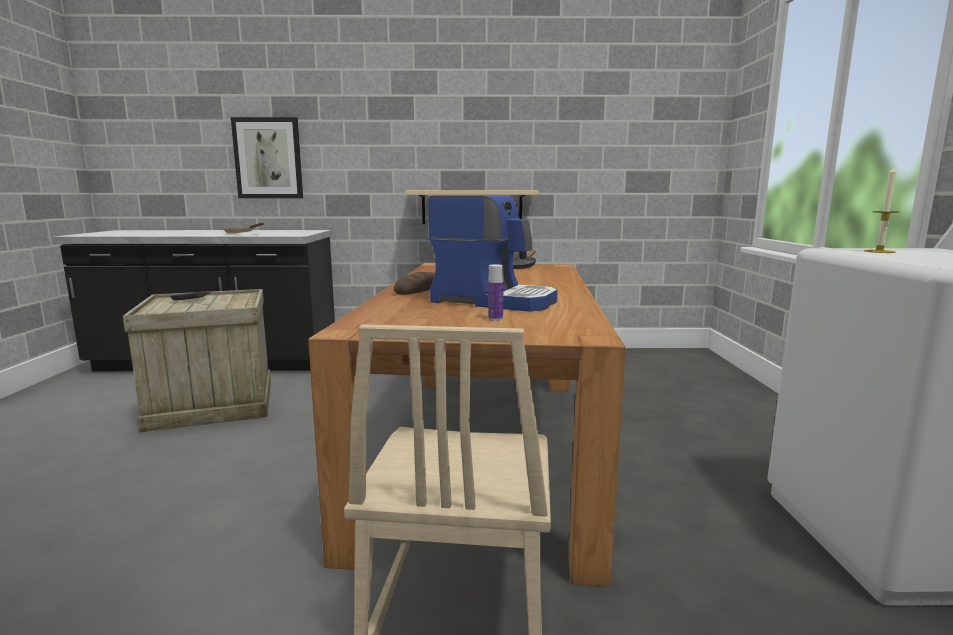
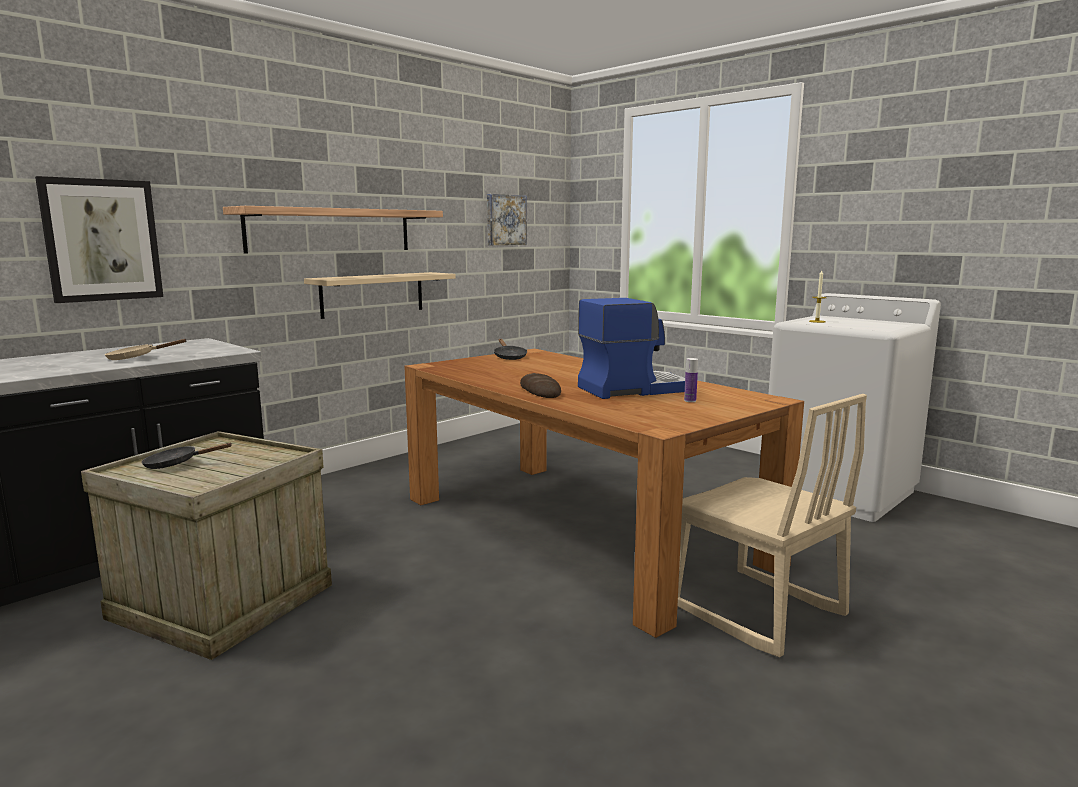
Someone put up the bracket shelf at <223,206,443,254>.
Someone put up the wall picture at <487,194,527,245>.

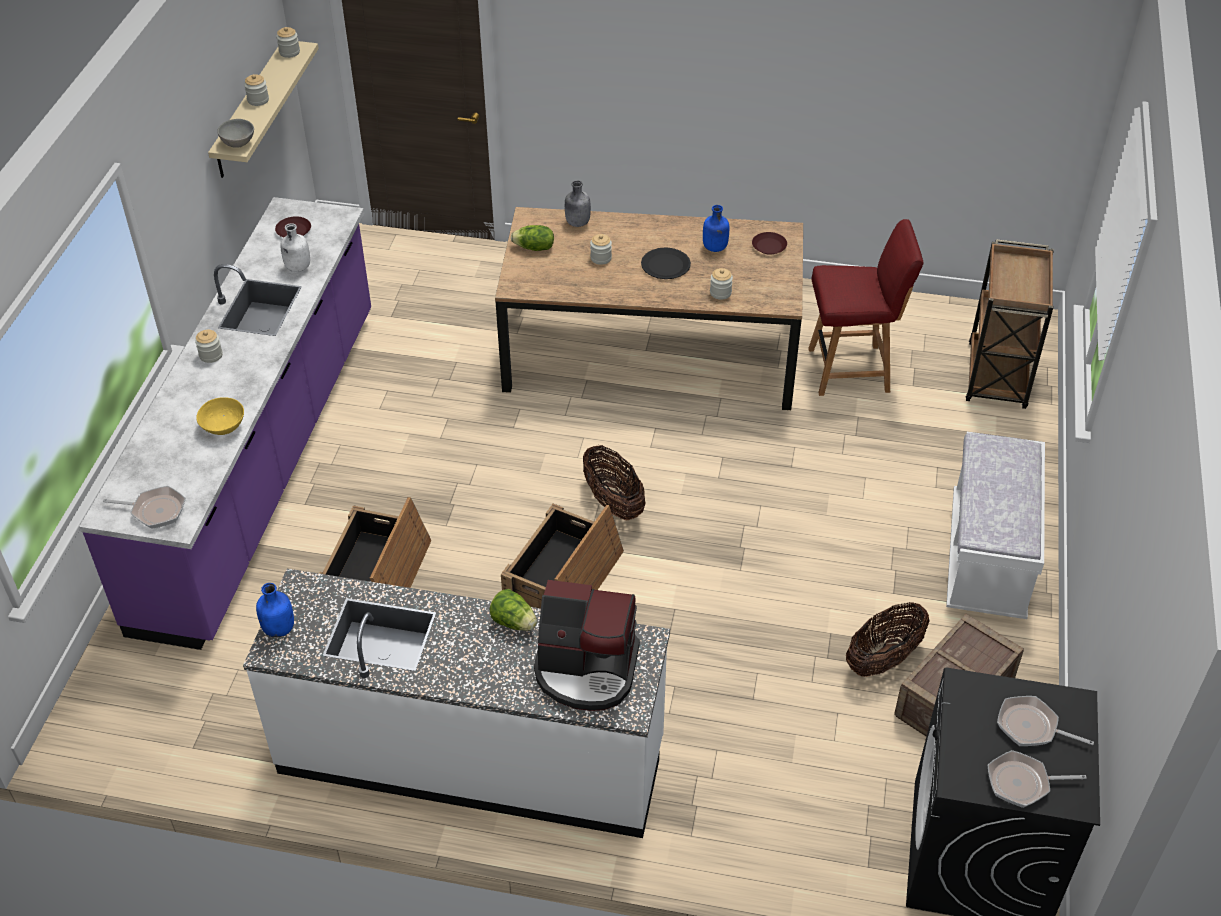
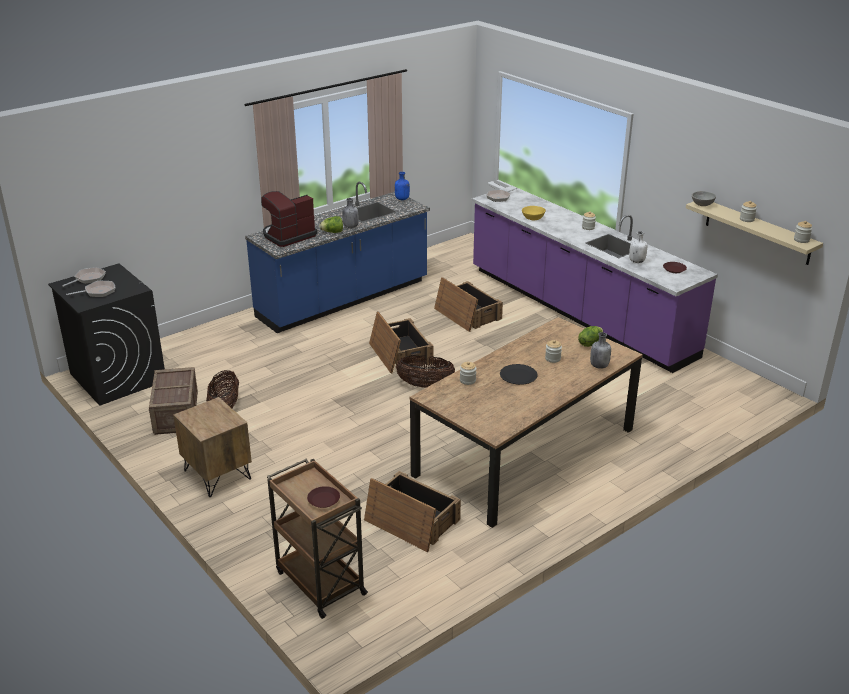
Someone swapped the long seat/whitish at <946,432,1045,619> for the night table/brownish at <173,397,252,497>.
Someone repainted the kitchen base unit/whitish at <243,569,670,838>, which became the kitchen base unit/blue-coloured at <245,182,430,333>.
Someone carried the dinner plate/brownish from <752,232,787,255> to <307,486,340,508>.
Someone put down the bottle/gray at <342,198,359,228>.
Someone swapped the chair/red-coloured at <808,219,923,396> for the shipping crate at <364,471,461,552>.
Someone took away the bottle/blue-coloured at <703,205,729,252>.

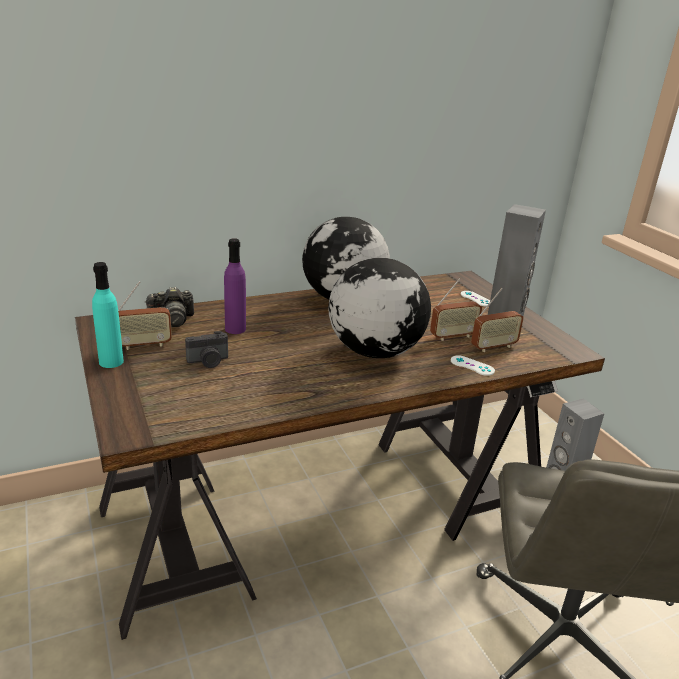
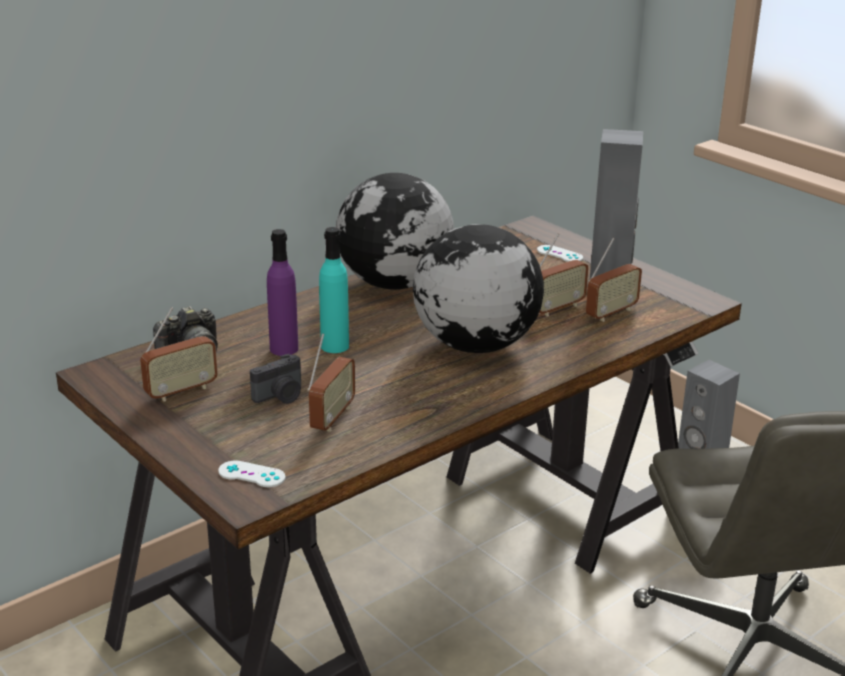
Someone carried the gamepad/whitish from <451,355,495,376> to <218,460,285,487>.
Someone put down the radio at <307,334,355,432>.
Someone carried the bottle/turquoise-coloured from <92,262,124,368> to <319,227,349,353>.

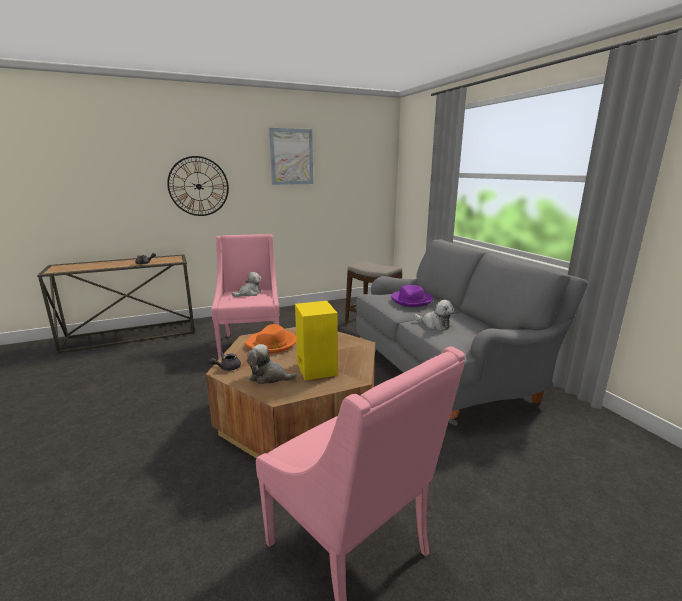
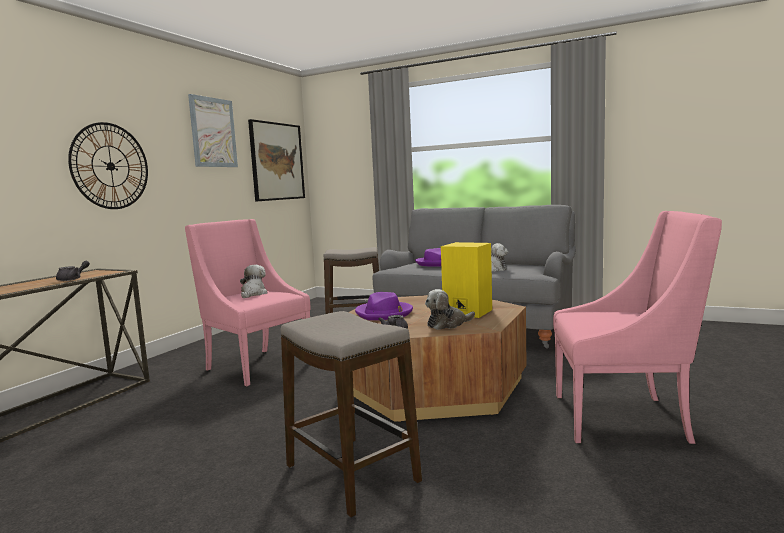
Someone put up the wall picture at <248,119,305,201>.
Someone put down the sitting stool at <281,311,422,517>.
Someone repainted the wearable hat/orange-coloured at <244,324,296,354>, which became the wearable hat/purple-coloured at <355,292,413,320>.

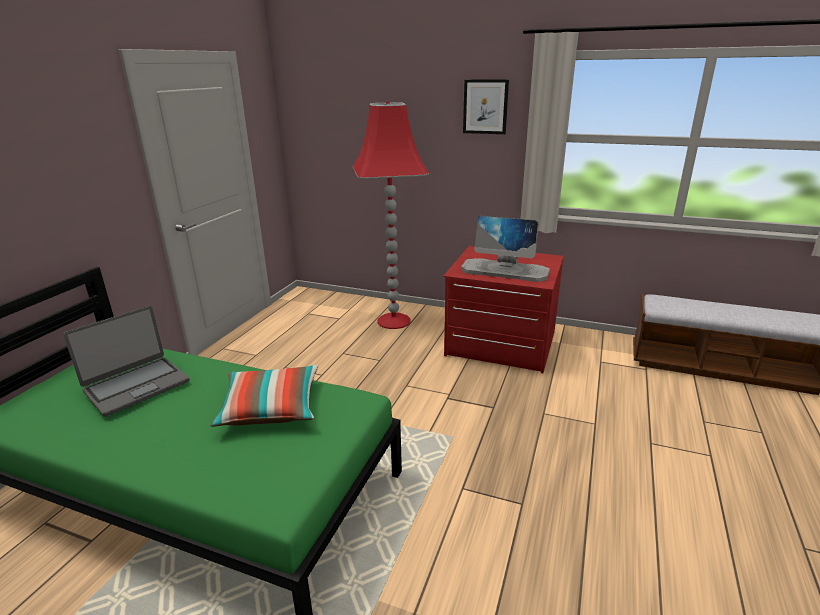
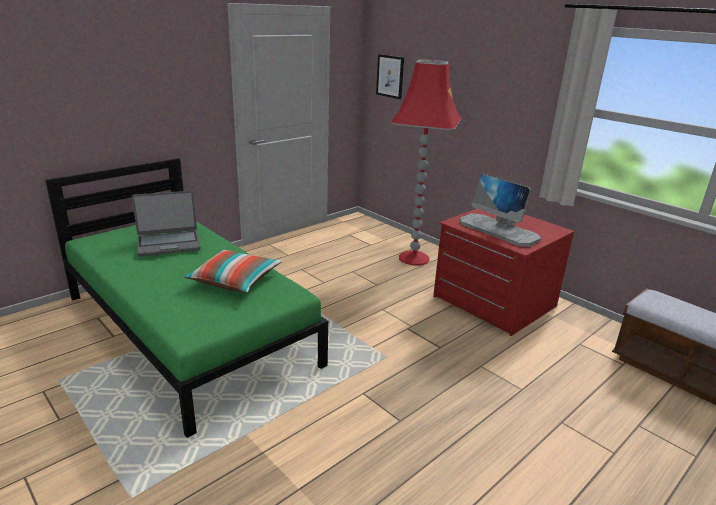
Someone carried the wall picture from <463,79,509,134> to <376,54,404,99>.

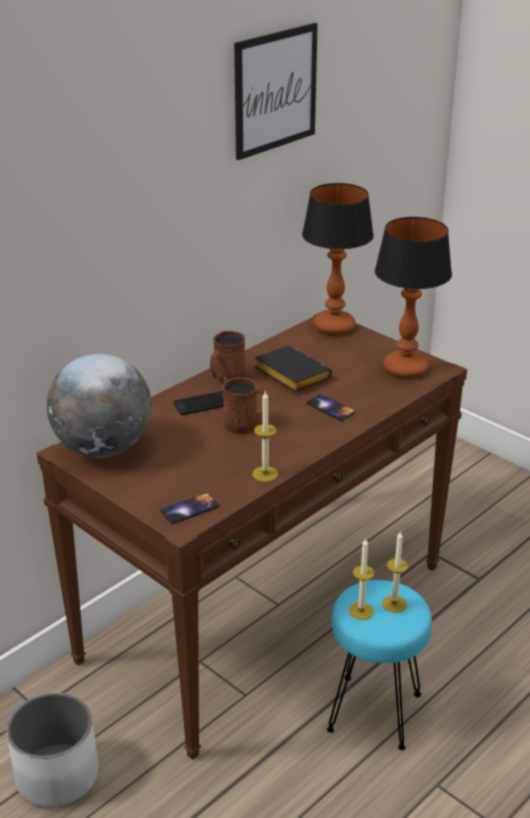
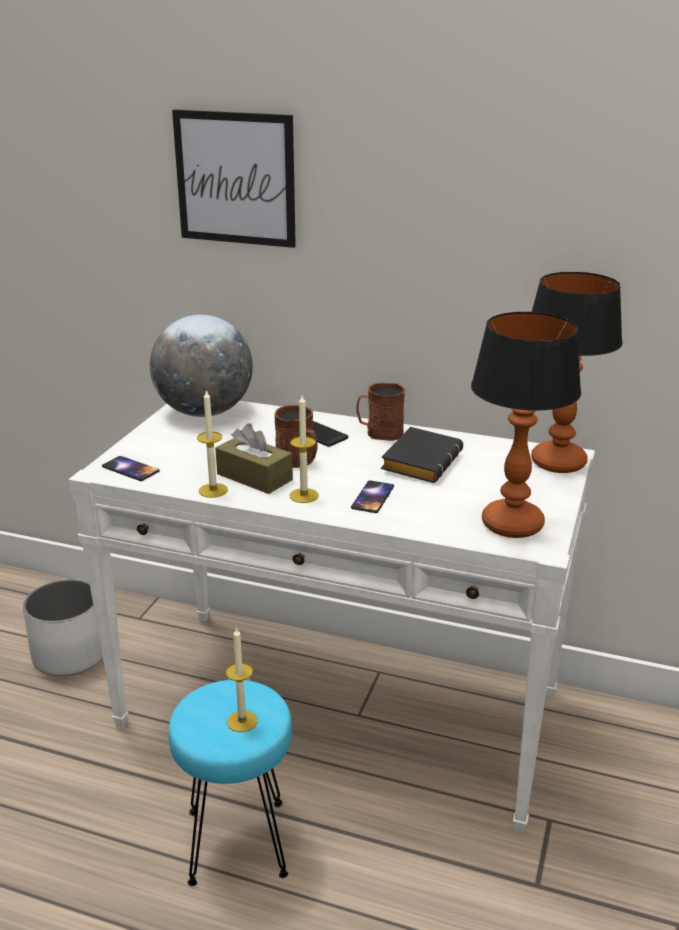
Someone repainted the narrow table/brownish at <37,310,467,760>, which became the narrow table/whitish at <68,401,595,833>.
Someone carried the wall picture from <234,23,318,160> to <172,110,296,248>.
Someone put down the box of tissues/brownish at <215,424,293,494>.
Someone carried the wax light from <349,539,375,620> to <289,395,319,503>.

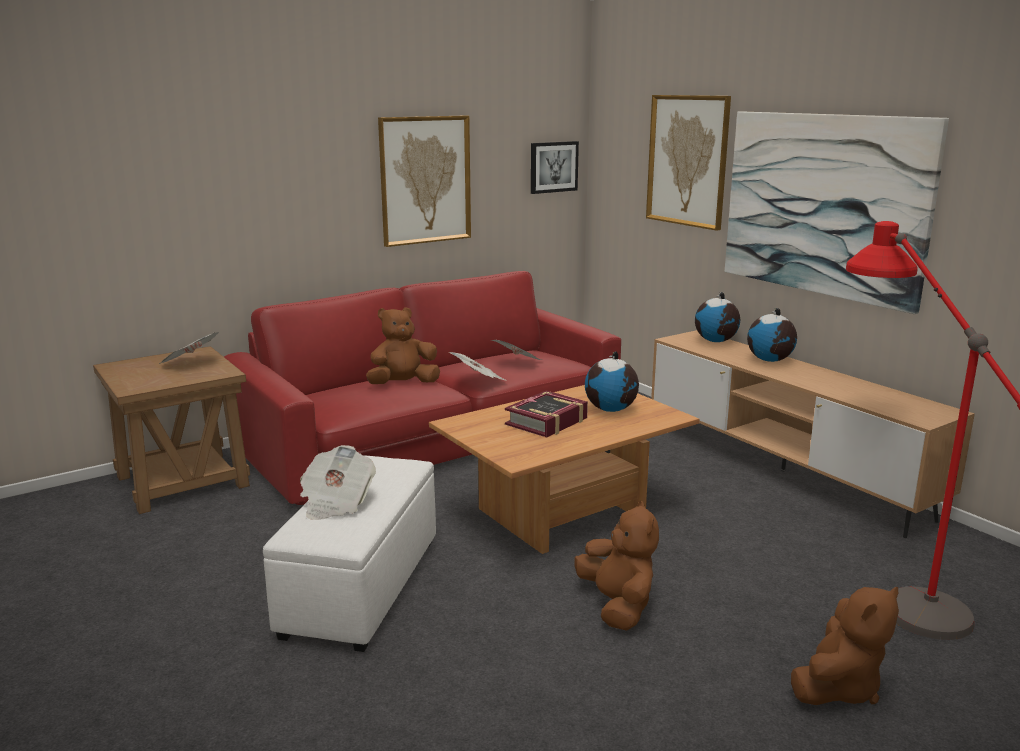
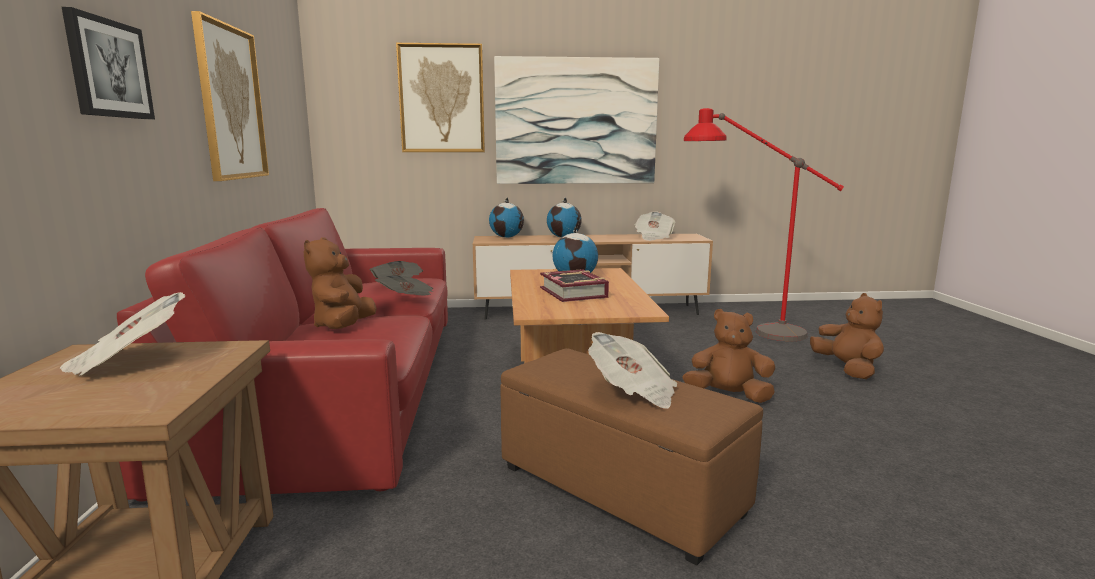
Someone carried the wall picture from <531,141,579,194> to <62,7,155,119>.
Someone repainted the ottoman/whitish at <263,455,436,652>, which became the ottoman/brownish at <501,348,763,566>.
Someone put down the newspaper at <634,211,675,241>.

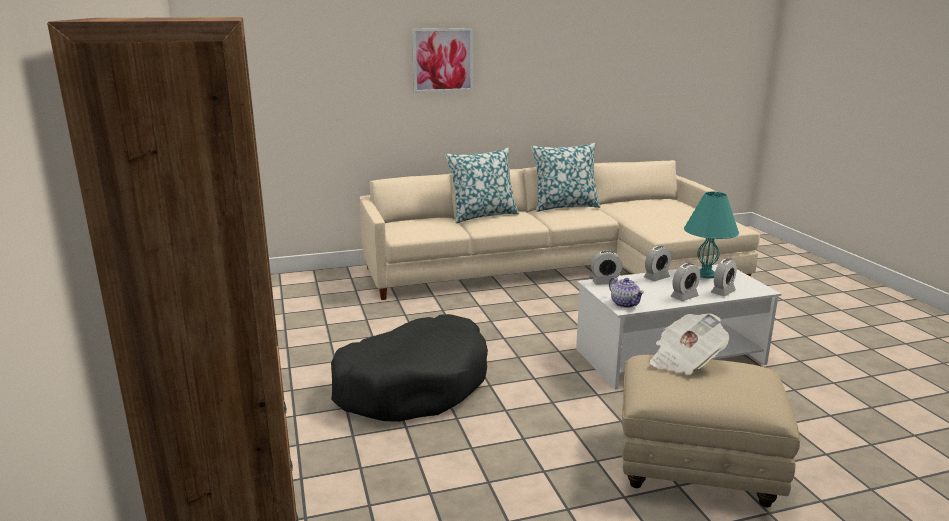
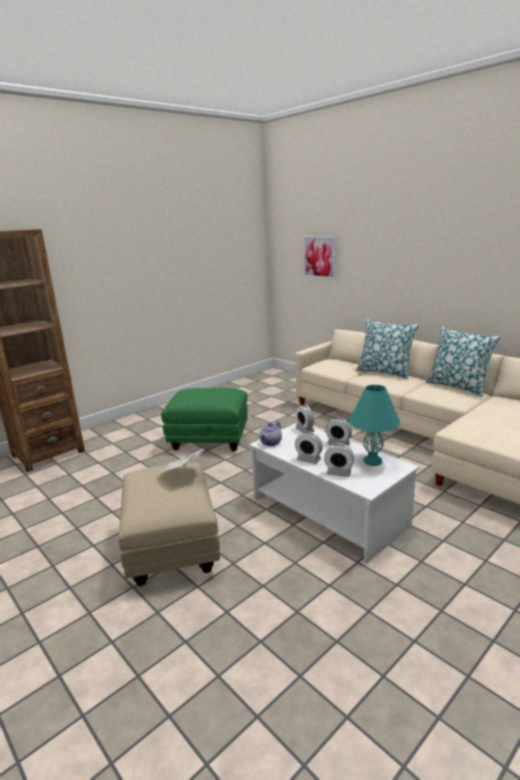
Someone swapped the dog bed/black at <331,314,488,422> for the ottoman/green at <161,388,248,451>.
Someone carried the wall picture from <412,28,473,93> to <303,236,336,279>.

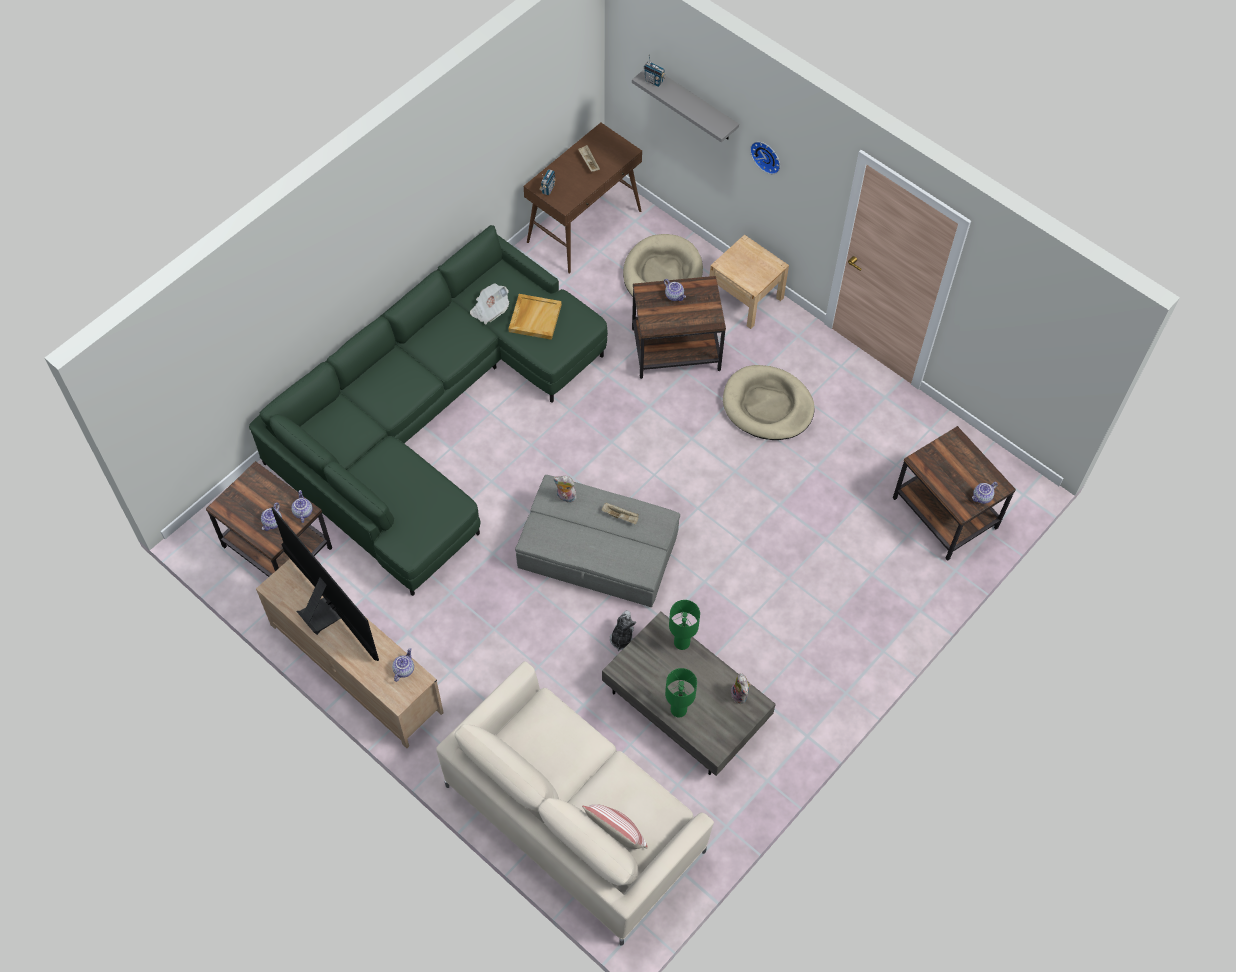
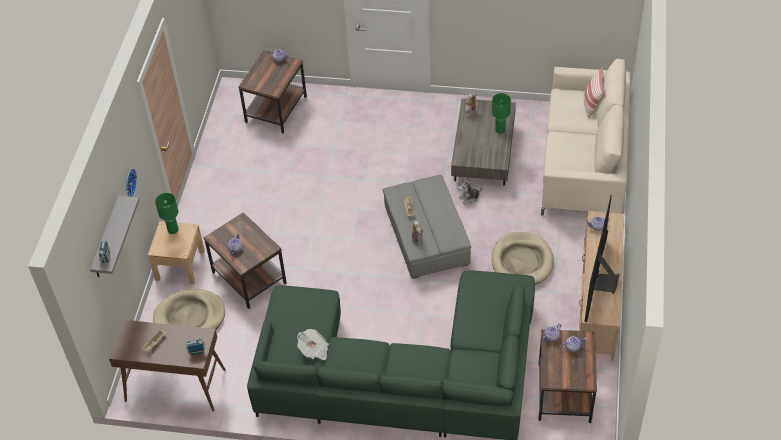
Someone carried the lamp for a table/green from <669,600,700,650> to <155,193,179,234>.
Someone carried the dog bed/beige from <723,365,815,440> to <492,232,554,285>.
Someone took away the tray/beige at <509,294,562,340>.

